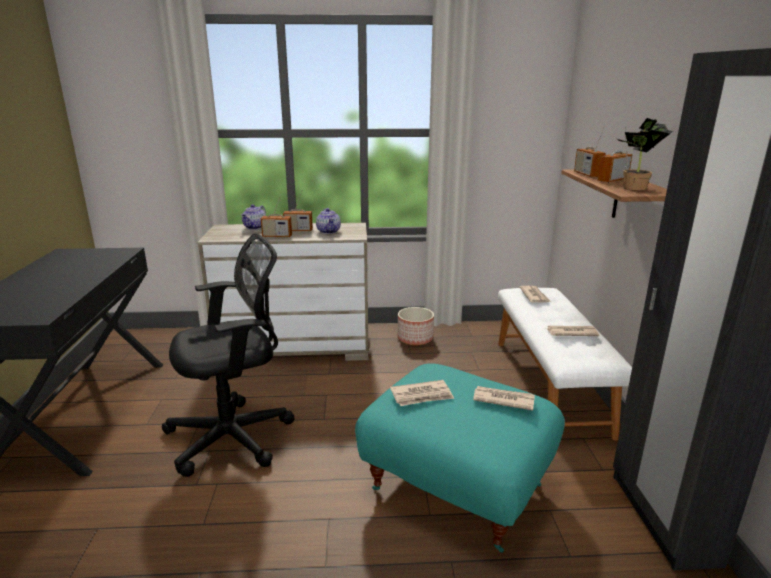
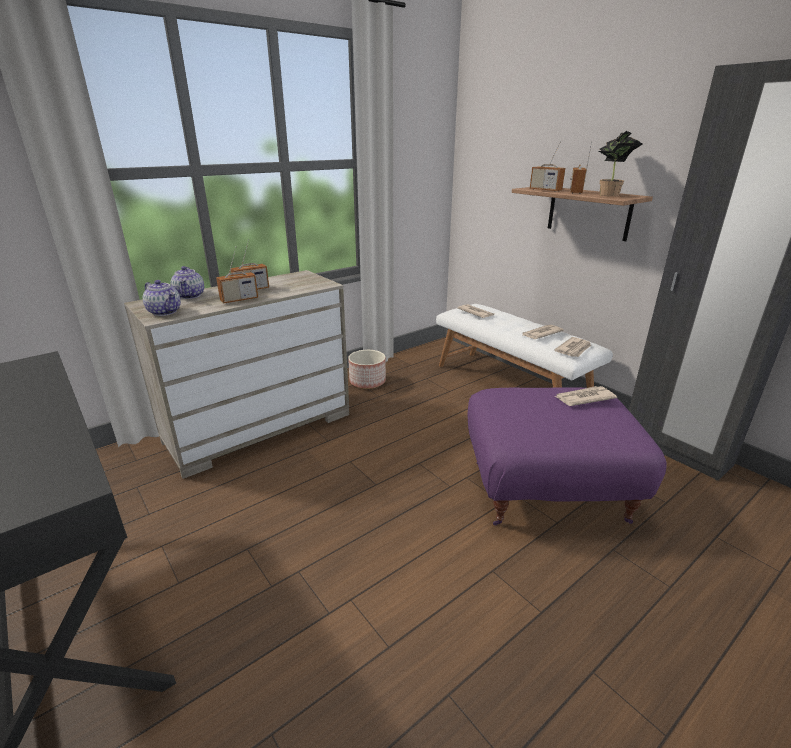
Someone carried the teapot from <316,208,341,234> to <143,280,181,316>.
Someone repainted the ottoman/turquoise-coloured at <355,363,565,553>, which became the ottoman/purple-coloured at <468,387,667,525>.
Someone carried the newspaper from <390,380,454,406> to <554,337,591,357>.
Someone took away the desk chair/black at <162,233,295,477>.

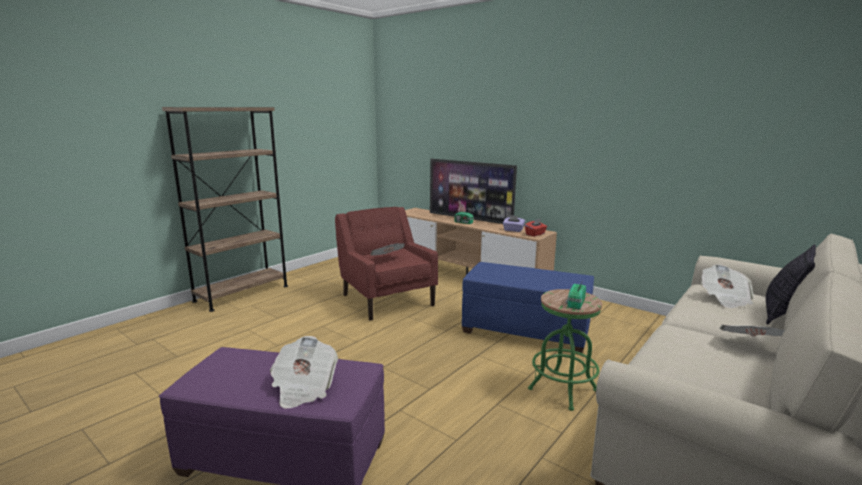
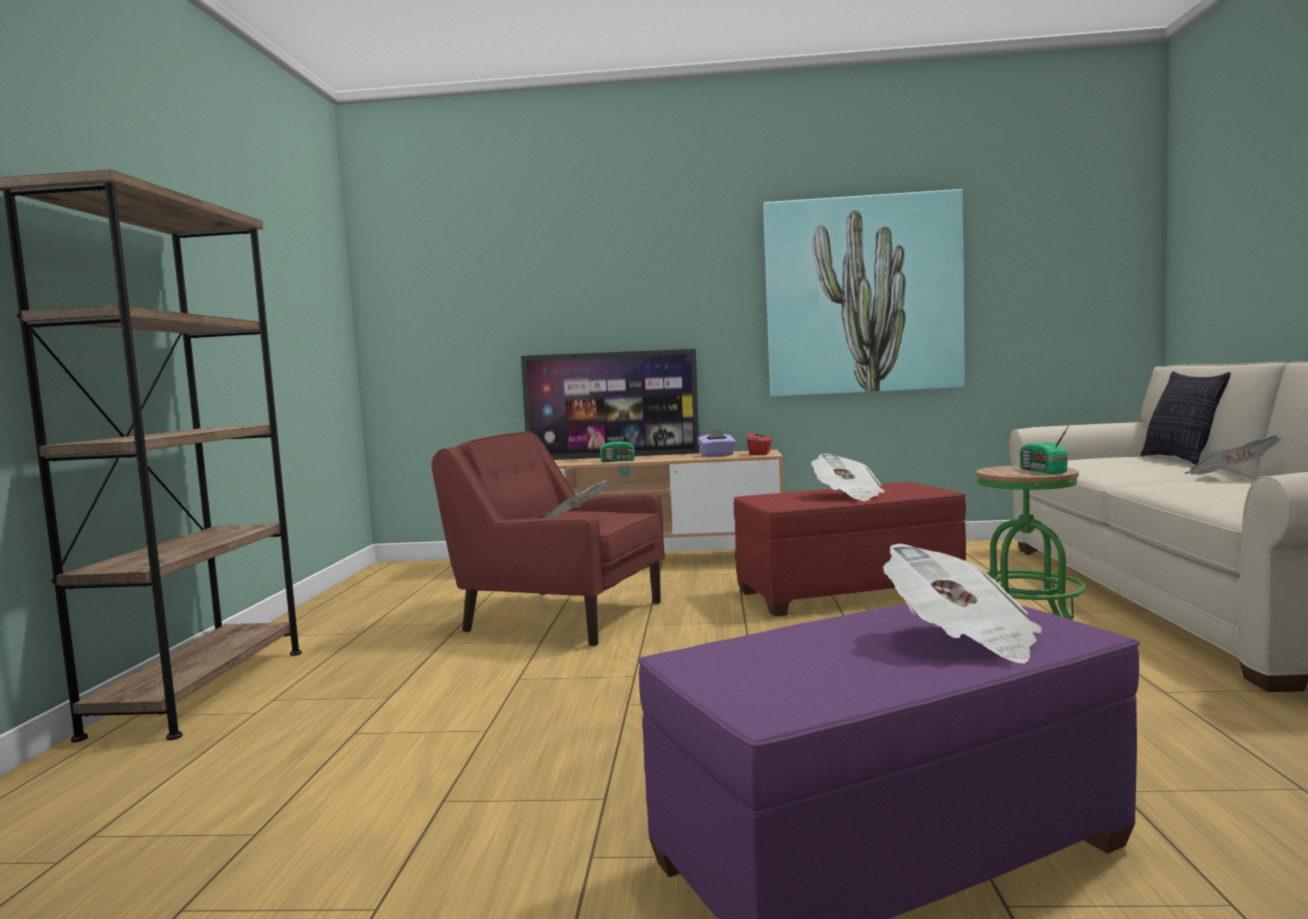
Someone repainted the ottoman/blue-coloured at <462,262,594,353>, which became the ottoman/red-coloured at <733,482,966,617>.
Someone put up the wall picture at <763,189,965,397>.
Someone carried the newspaper from <701,264,754,308> to <811,454,885,501>.

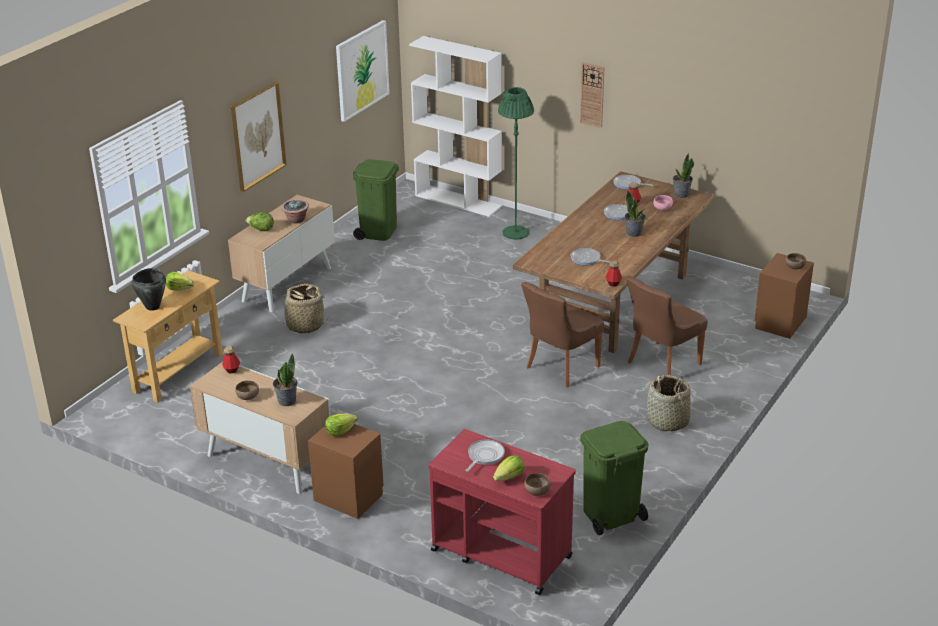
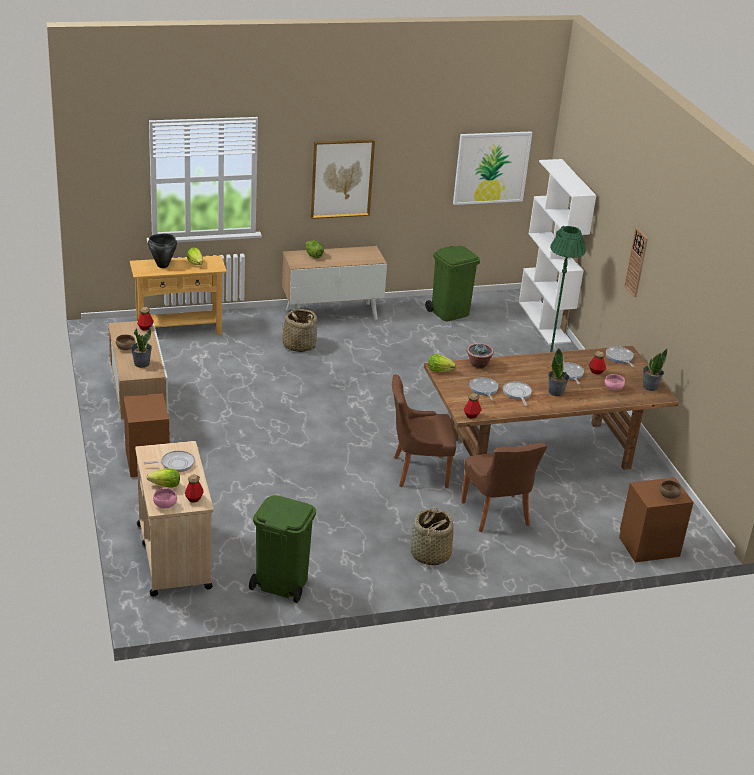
Someone repainted the cart/red-coloured at <428,429,576,595>, which became the cart/beige at <135,441,214,597>.
Someone repainted the bowl/brownish at <524,473,551,496>, which became the bowl/pink-coloured at <153,488,177,508>.
Someone put down the bottle at <185,474,204,503>.
Someone carried the lettuce head from <325,413,357,436> to <428,354,456,372>.
Someone rotated the chair/brownish at <627,277,707,375> by 105 degrees counterclockwise.
Someone carried the plant in a pot from <282,199,309,224> to <466,343,494,368>.
Someone put down the skillet at <503,381,532,406>.

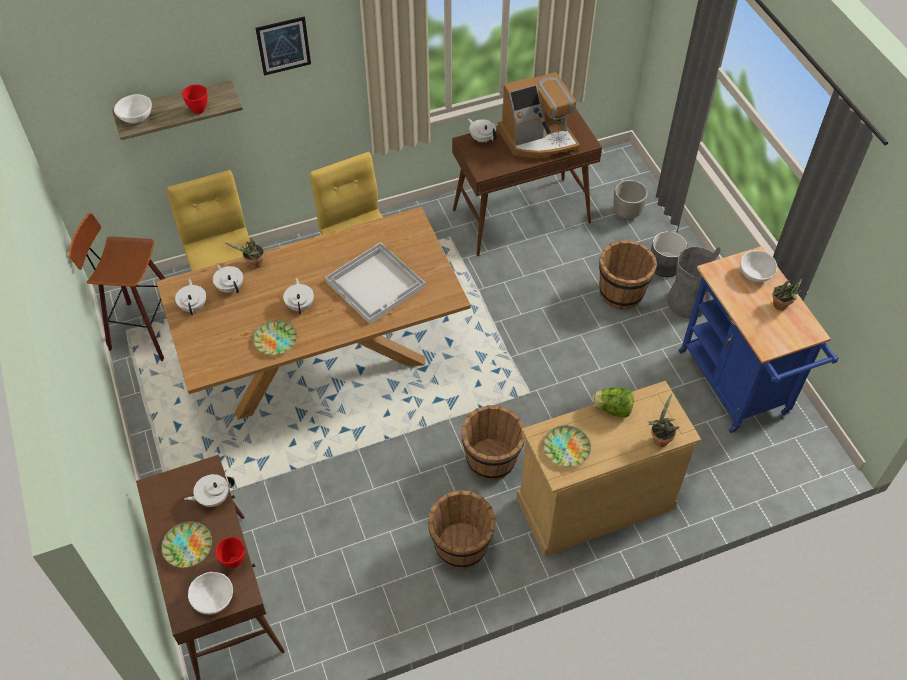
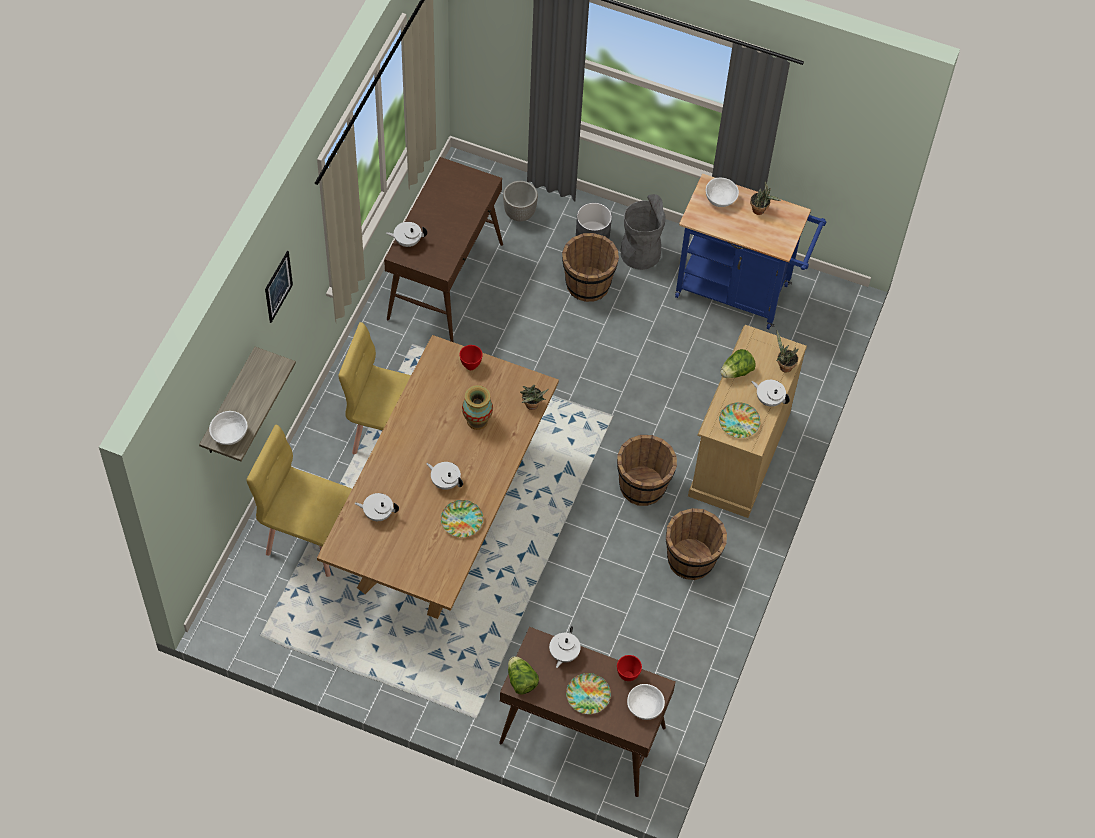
Someone carried the bowl/red-coloured from <182,84,208,114> to <459,345,483,370>.
Someone swapped the tray/whitish at <325,242,426,324> for the vase at <462,385,493,430>.
Someone put down the lettuce head at <508,656,539,695>.
Someone carried the plant in a pot from <226,238,264,268> to <520,385,549,410>.
Someone carried the teapot/whitish from <175,279,206,315> to <751,380,790,407>.
Someone took away the sitting stool at <69,213,166,361>.
Someone took away the coffee machine at <498,72,580,158>.

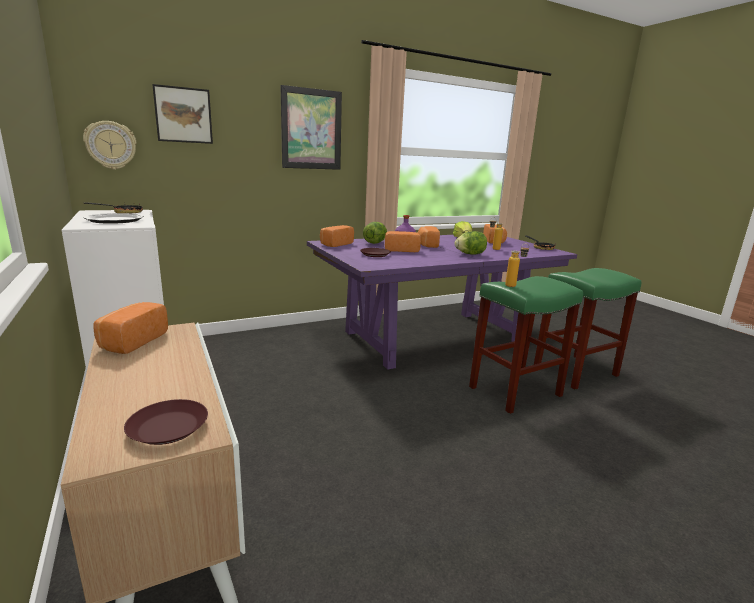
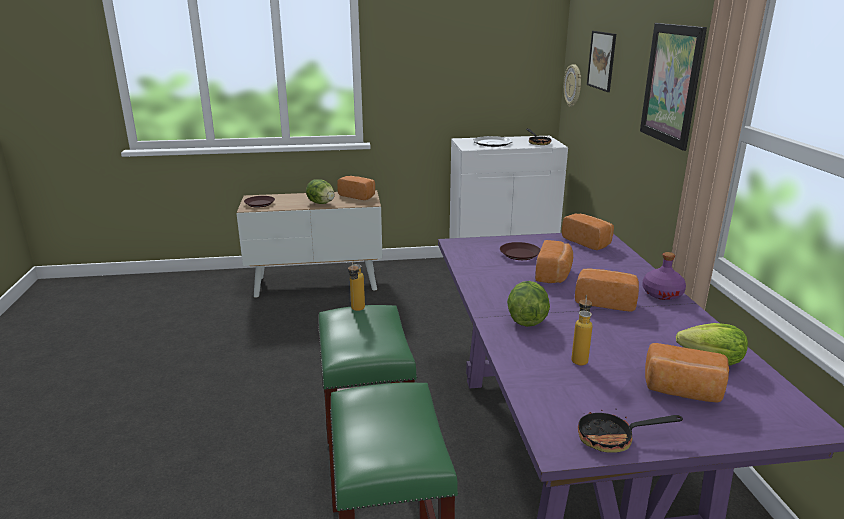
Someone carried the lettuce head from <363,222,387,244> to <306,179,335,204>.

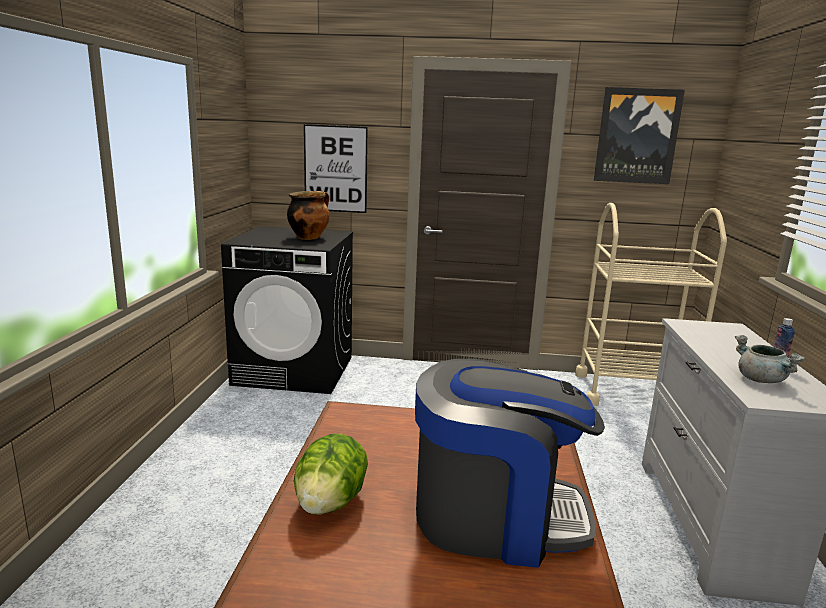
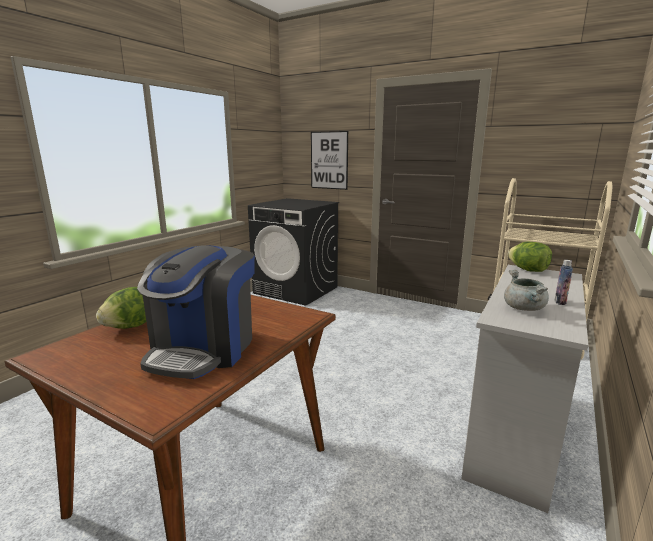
Someone rotated the coffee machine at <415,359,605,568> by 75 degrees clockwise.
Someone put down the lettuce head at <508,242,552,272>.
Someone took away the cooking pot at <287,191,330,240>.
Someone took away the wall picture at <594,87,685,184>.

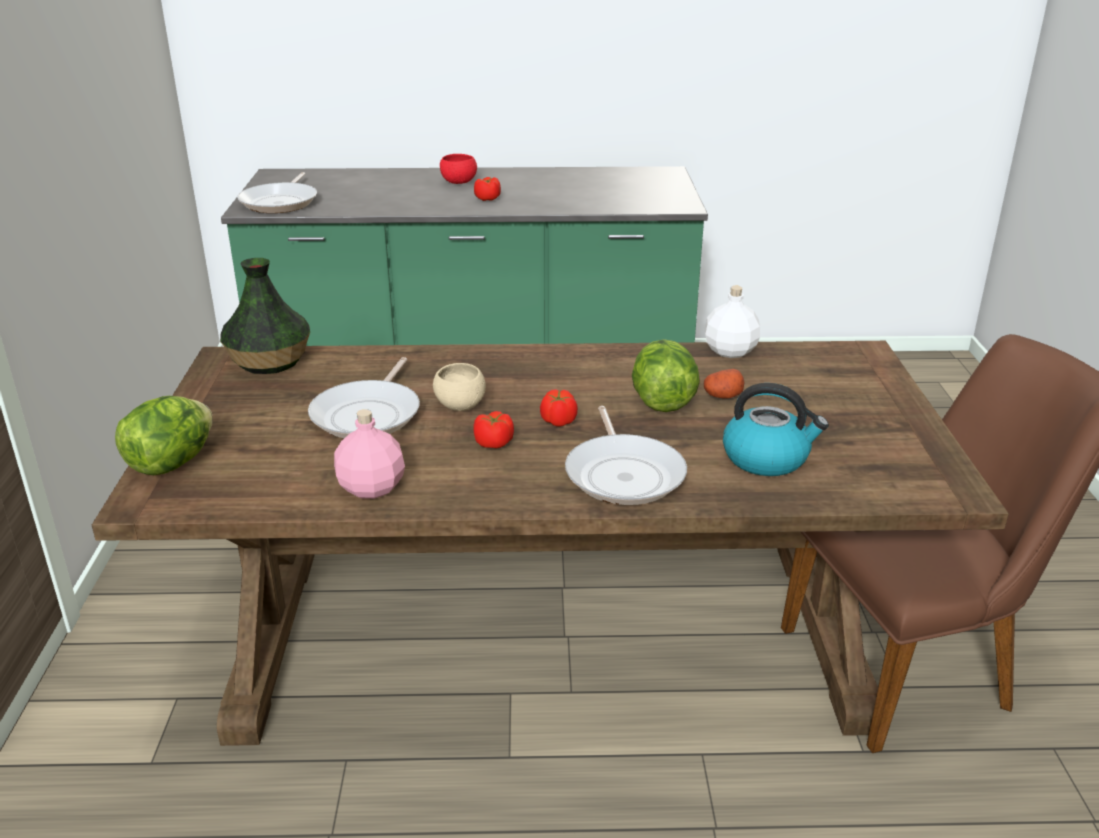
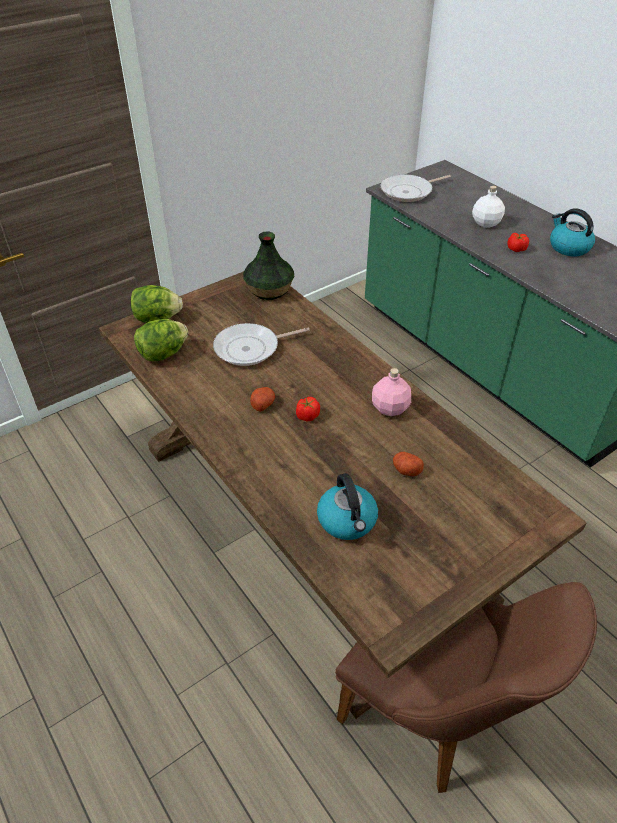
Someone carried the lettuce head from <632,339,700,412> to <134,319,188,361>.
Someone swapped the fresh tomato at <473,411,514,448> for the whole potato at <250,387,275,412>.
Someone carried the bottle/pink-coloured from <334,409,405,499> to <372,368,411,416>.
Someone carried the bottle/whitish from <705,286,760,358> to <472,186,505,228>.
Someone put down the tea kettle at <550,208,595,256>.
Someone took away the bowl/beige at <433,363,486,411>.
Someone took away the bowl/red-coloured at <440,154,477,184>.
Someone took away the skillet at <565,406,687,505>.

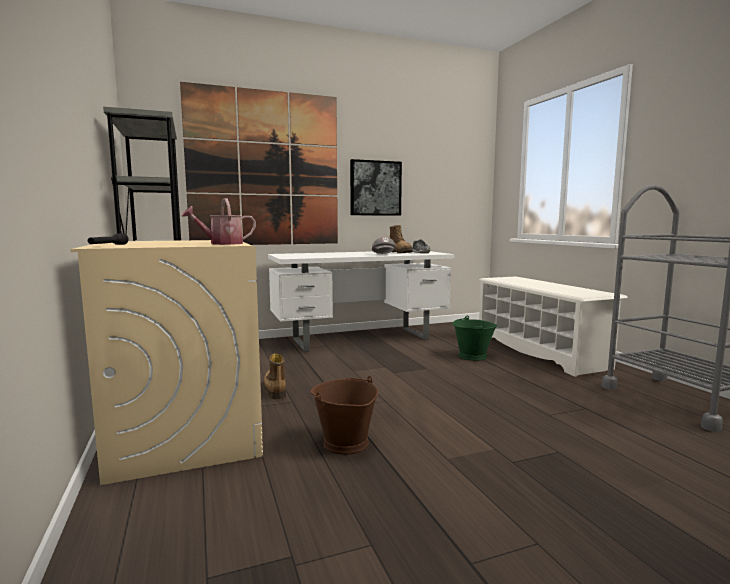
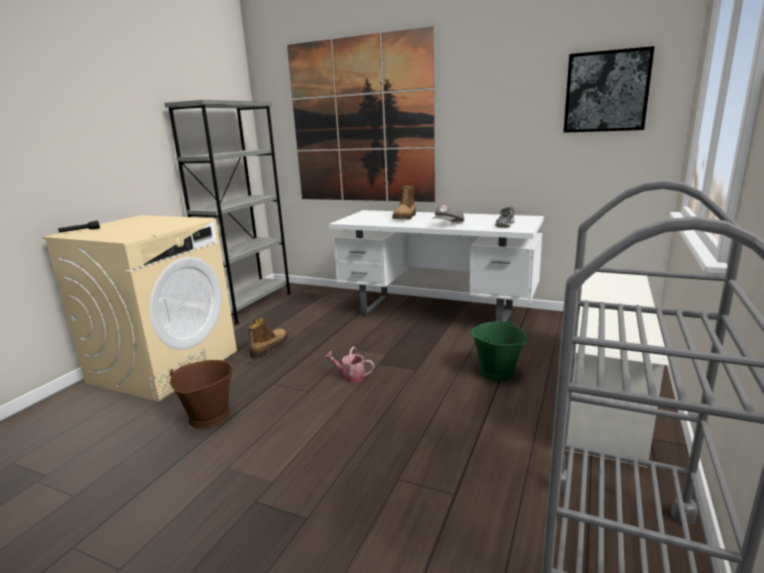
Someone carried the watering can from <182,198,256,245> to <325,347,374,383>.
Someone carried the boot from <390,225,413,253> to <392,185,416,219>.
Someone carried the wall picture from <350,159,402,216> to <564,46,655,133>.

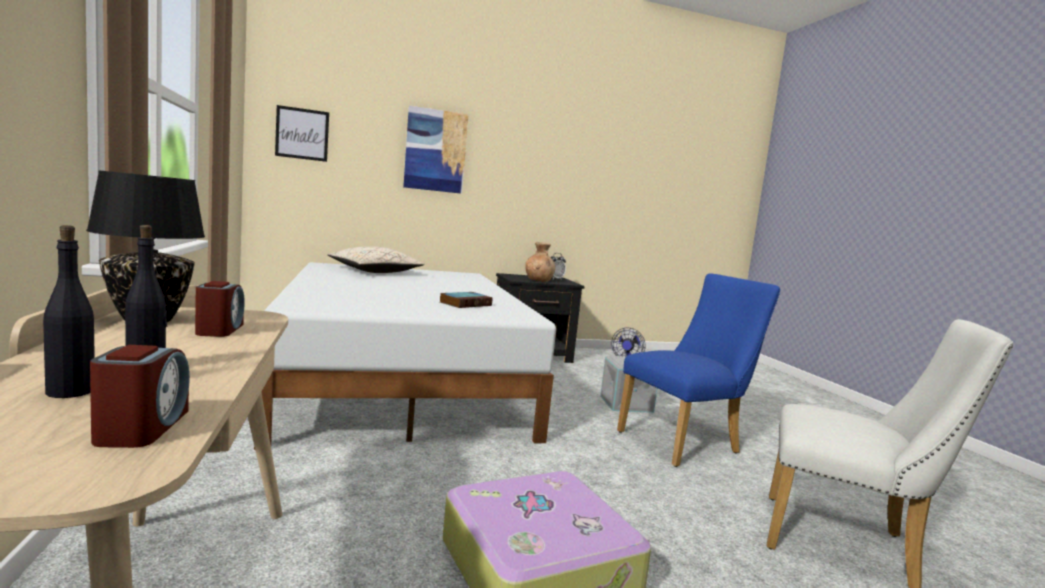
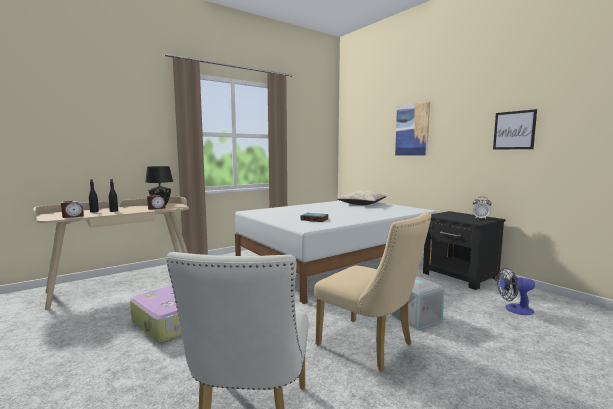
Someone repainted the chair/blue-coloured at <617,273,780,467>, which became the chair/beige at <314,212,432,372>.
Someone carried the wall picture from <275,105,329,162> to <493,109,537,150>.
Someone took away the vase/brownish at <525,242,555,282>.

